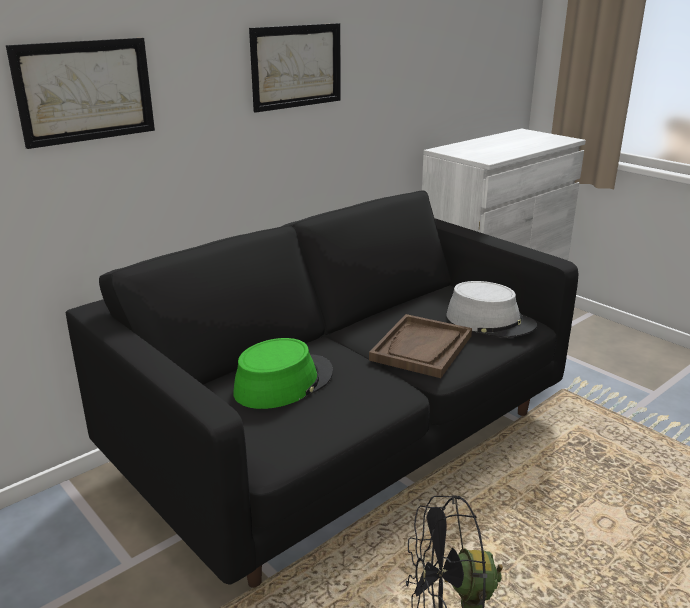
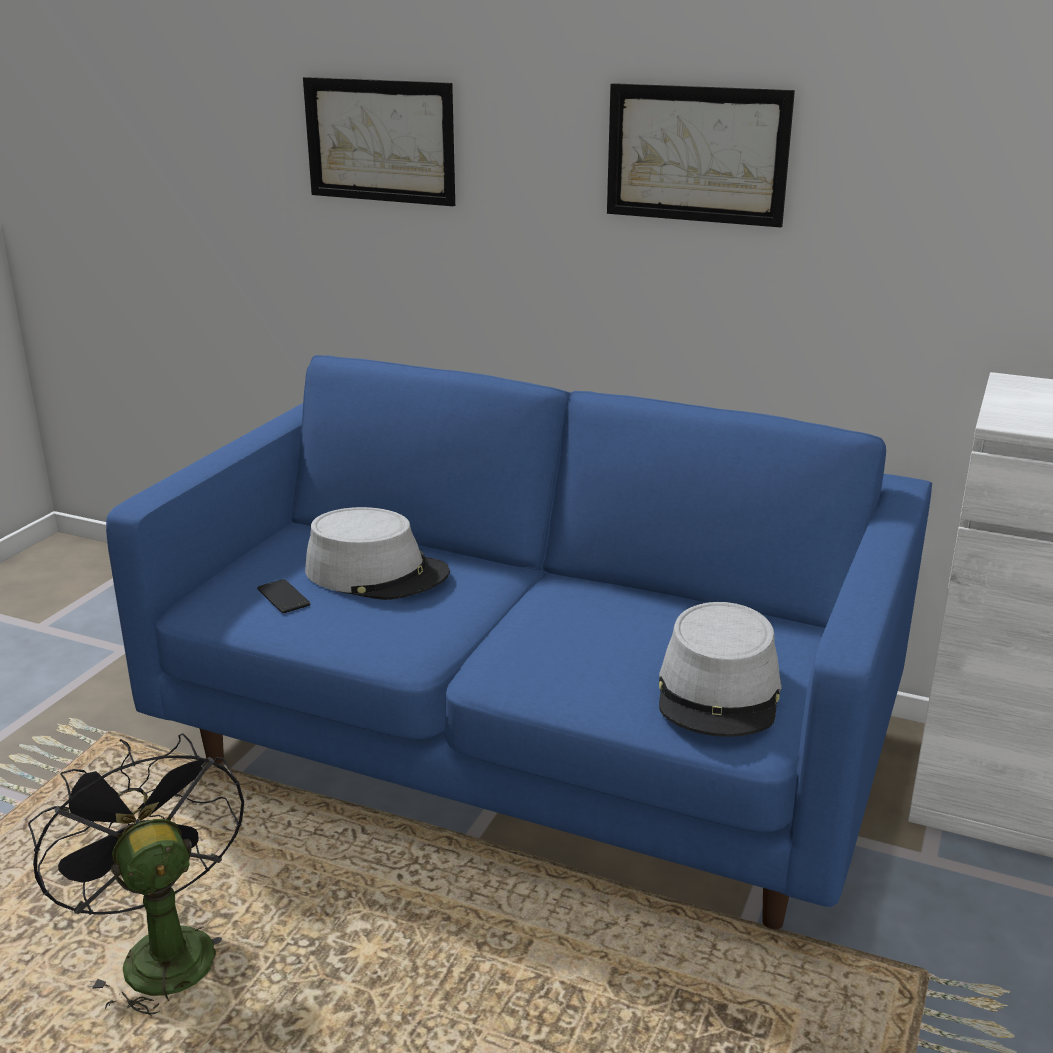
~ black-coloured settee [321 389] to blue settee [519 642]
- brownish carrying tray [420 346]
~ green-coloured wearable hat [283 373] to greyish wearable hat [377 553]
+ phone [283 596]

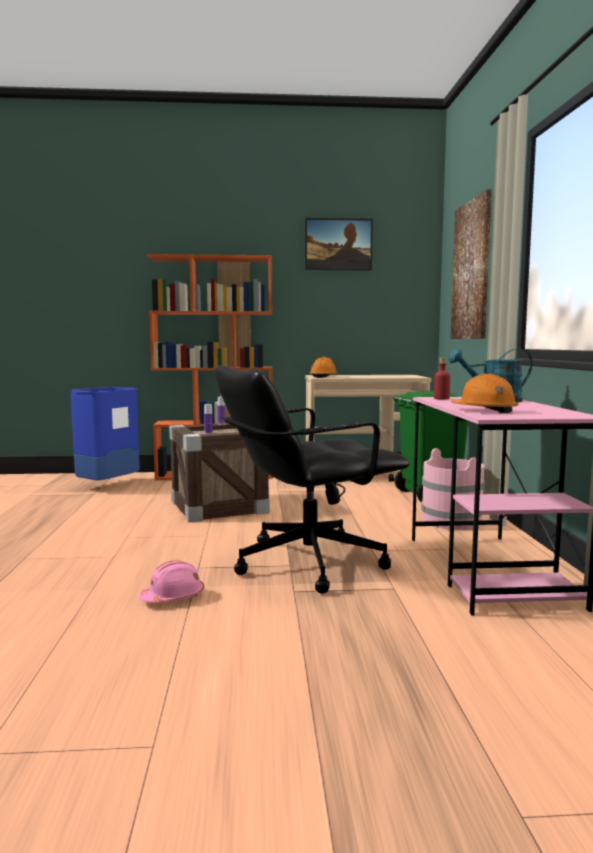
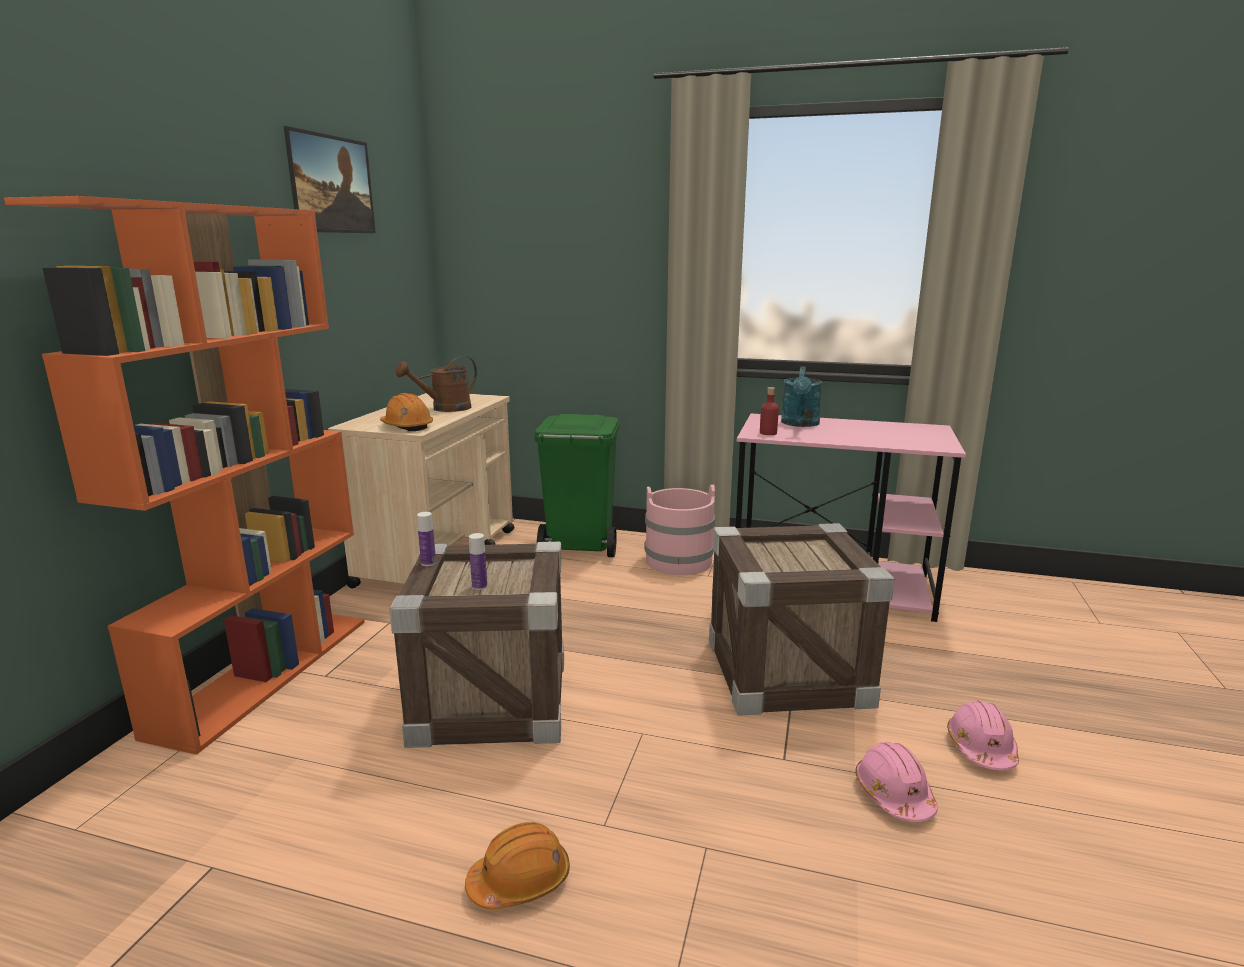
- picture [471 264]
~ black-coloured office chair [312 479] to packing crate [802 619]
~ orange hard hat [485 393] to [517 865]
- blue trash can [104 433]
+ brownish sprinkling can [436 384]
+ pink hard hat [983 735]

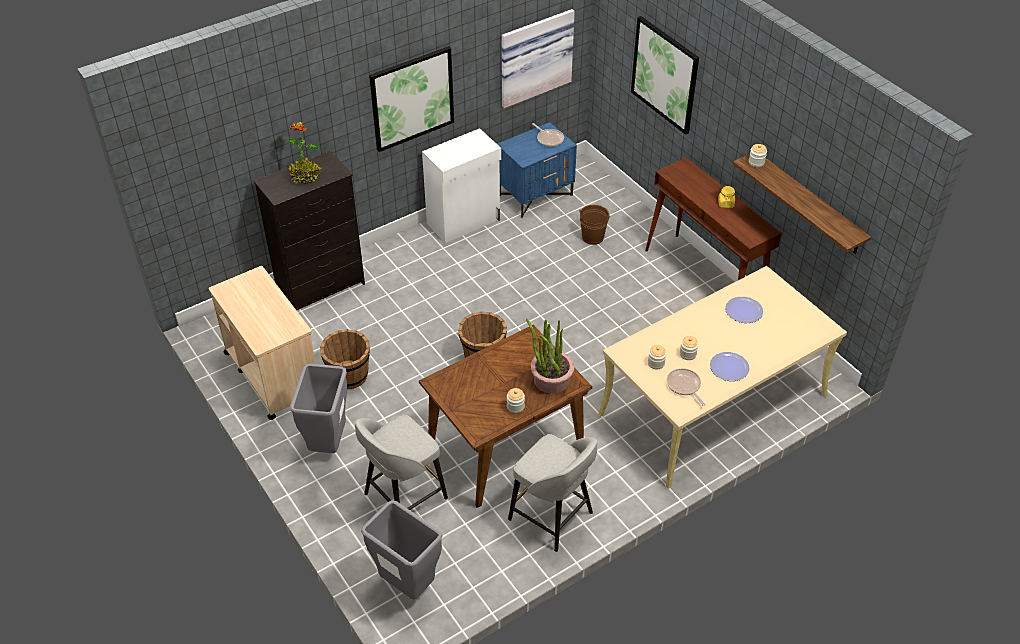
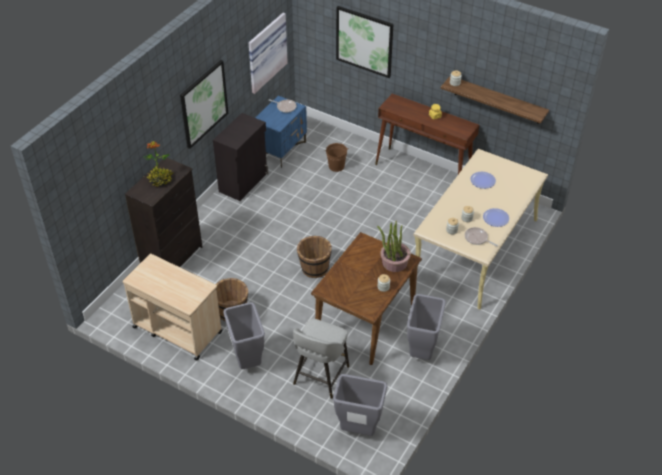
~ white cabinet [461 185] to black-coloured cabinet [241 157]
~ greyish stool seat [552 493] to greyish trash can [426 327]

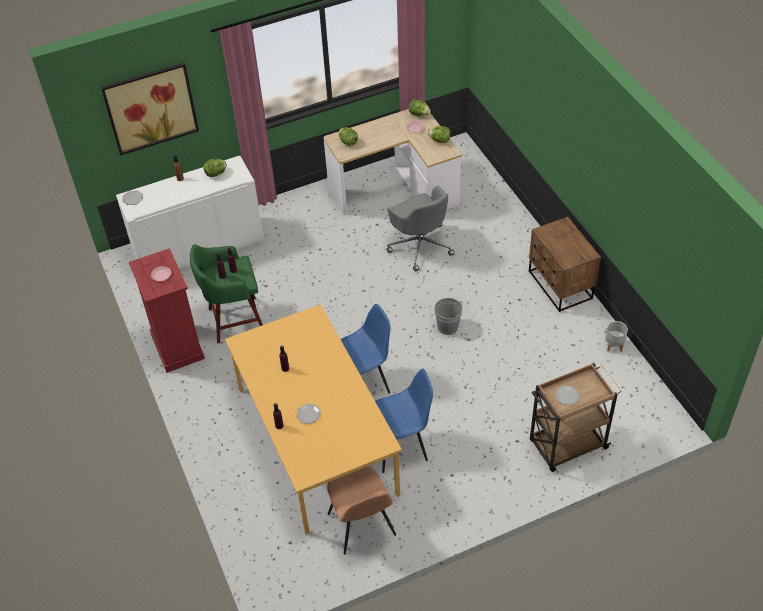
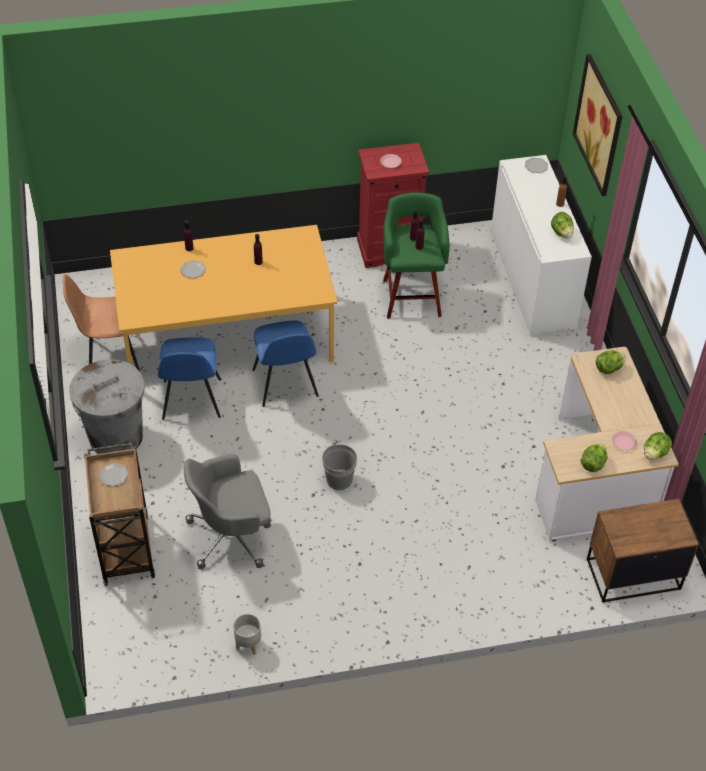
~ greyish office chair [420 229] to [227 511]
~ brownish bedside table [565 264] to [643 551]
+ greyish trash can [107 406]

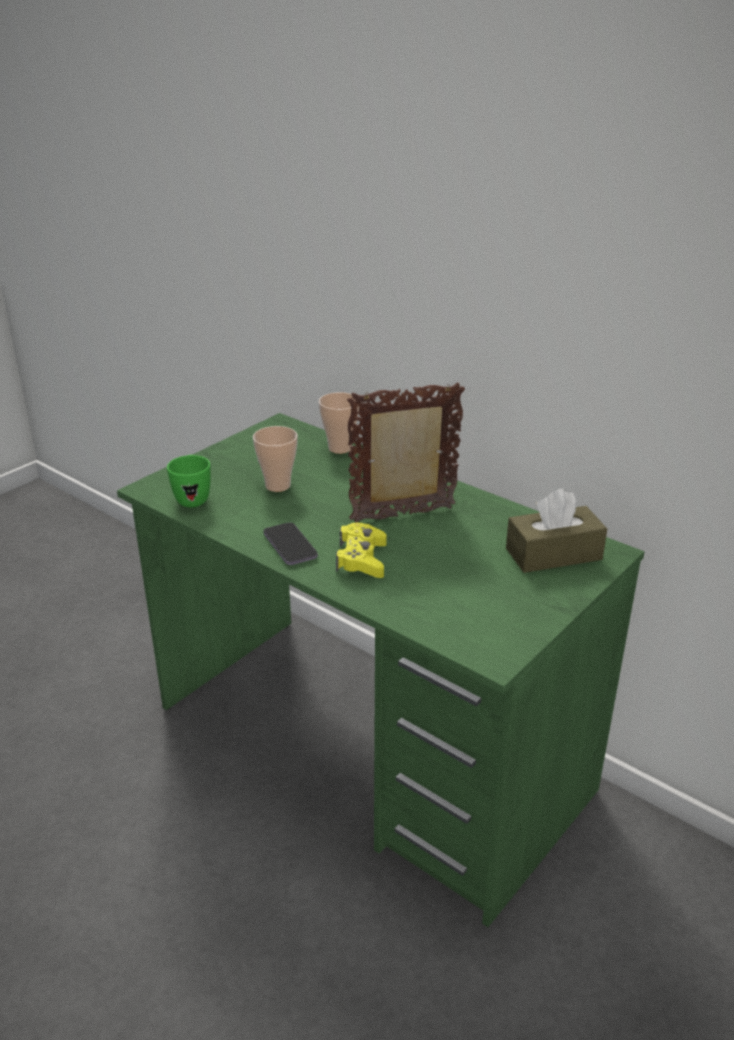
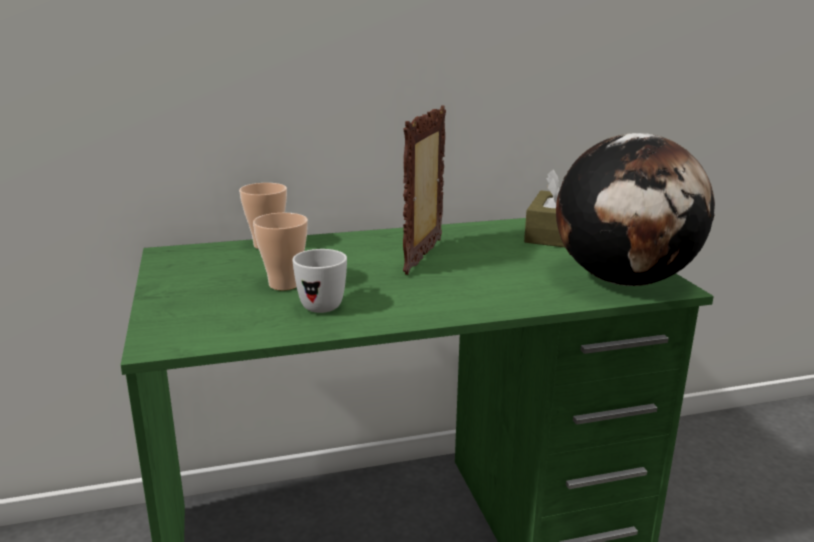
- green-coloured tea mug [189 481]
- phone [291 543]
- yellow gamepad [361 550]
+ desk globe [635 209]
+ white tea mug [319 281]

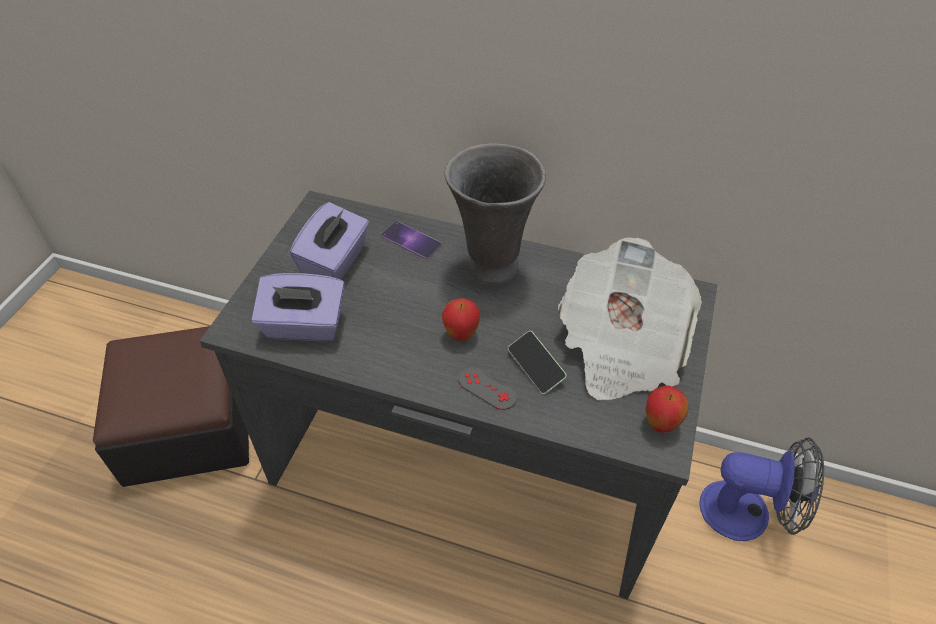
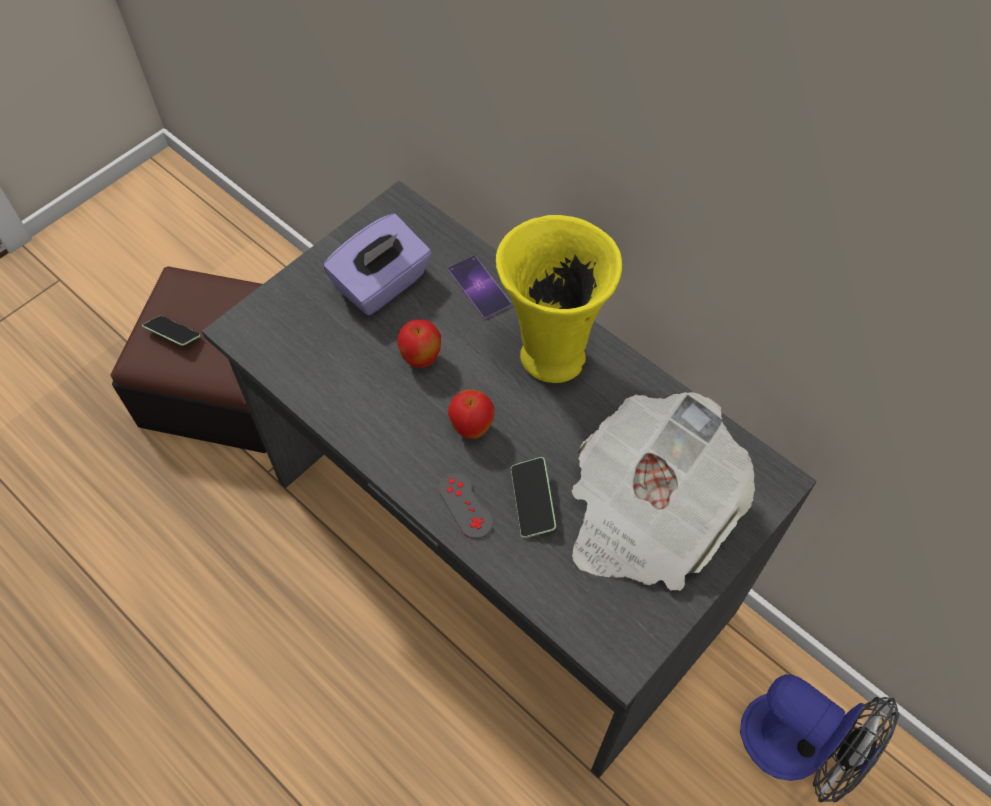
~ greyish flower vase [495 214] to yellow flower vase [559 299]
- purple-coloured tissue box [298 307]
~ apple fruit [667 409] to [419 343]
+ phone [171 331]

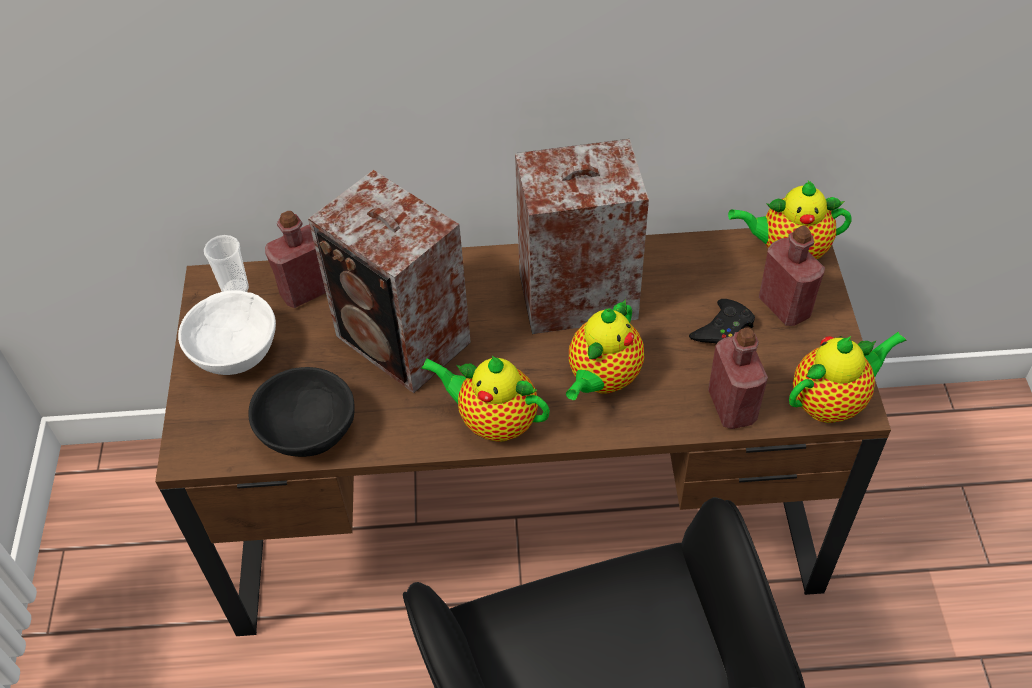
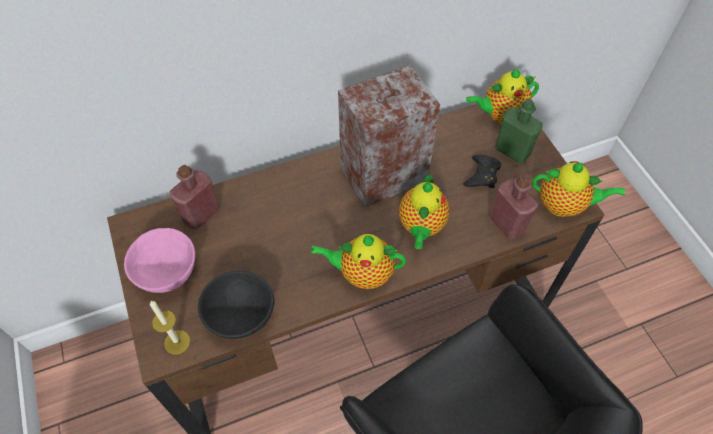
- audio speaker [389 281]
~ red beverage bottle [792 275] to green-coloured beverage bottle [519 131]
- drinking cup [226 263]
~ white bowl [227 332] to pink bowl [159 260]
~ teapot [847 377] = [578 189] 60 degrees clockwise
+ wax light [170 328]

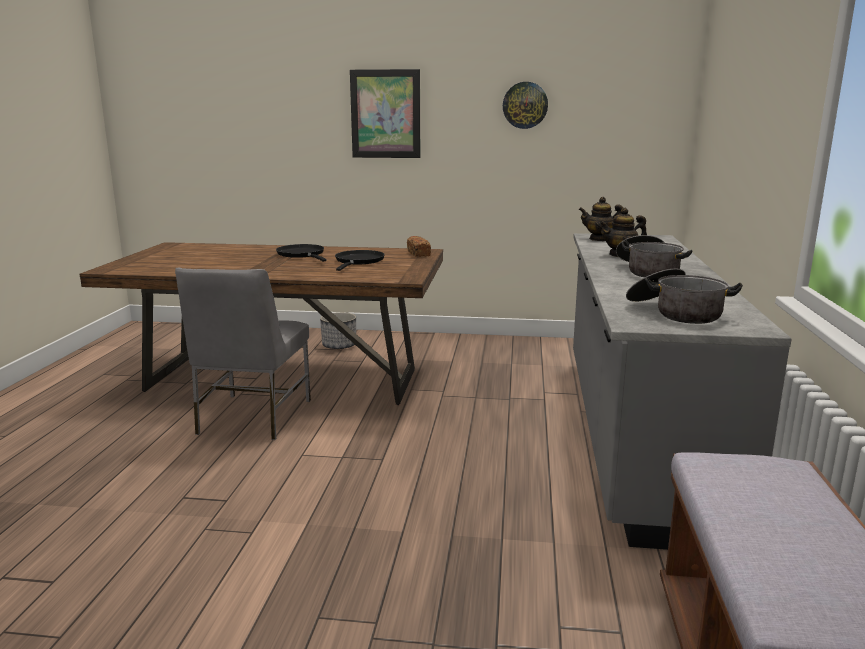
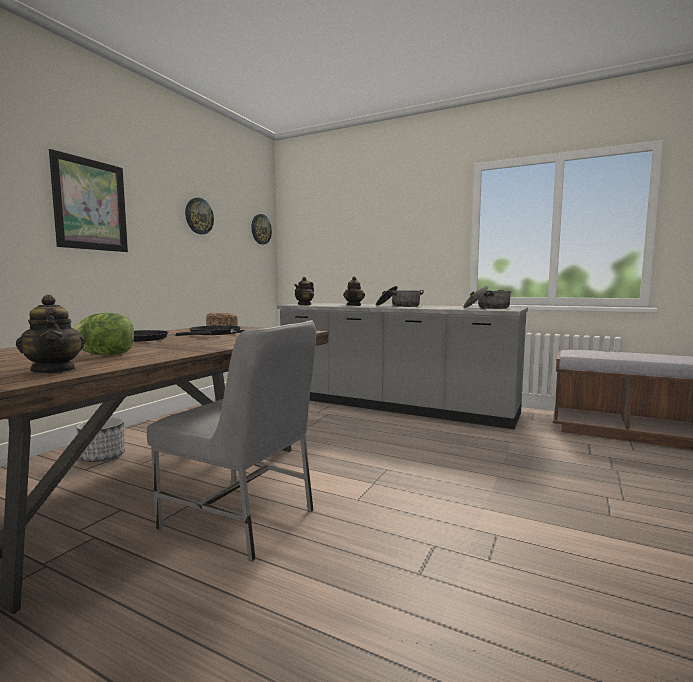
+ hanging clock [261 229]
+ teapot [50 334]
+ lettuce head [103 334]

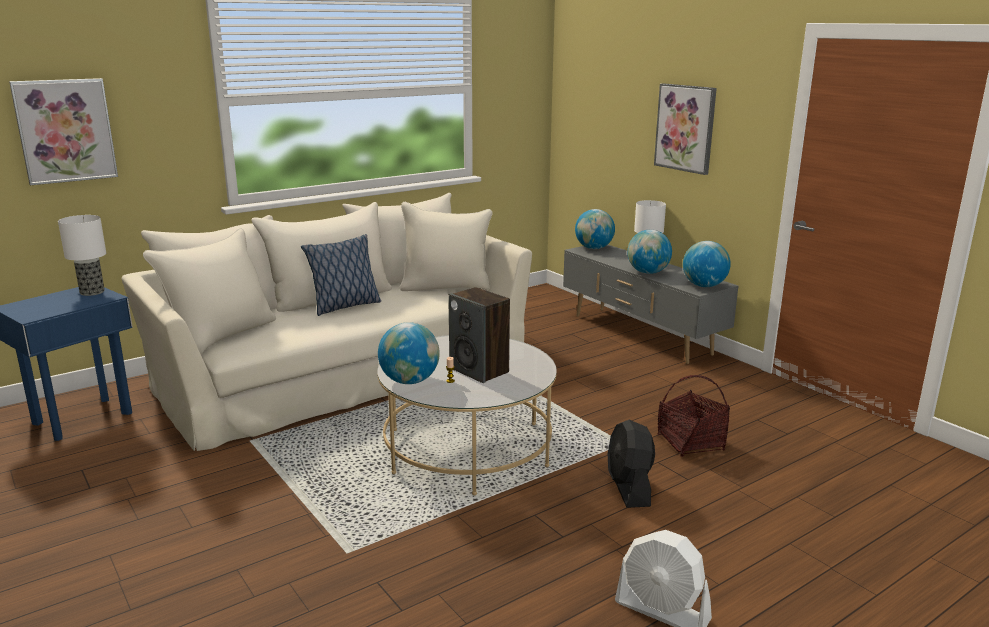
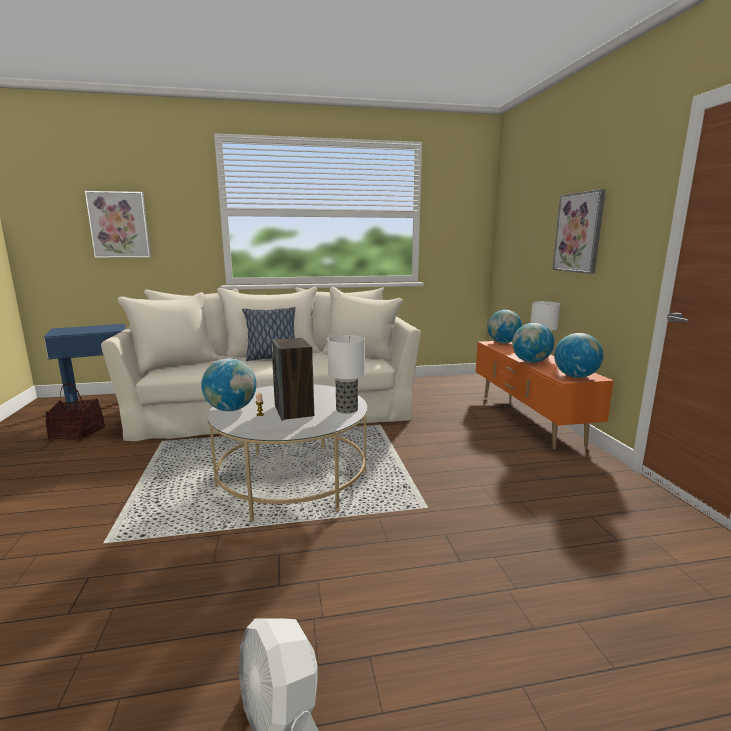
~ lamp for a table [82 255] to [346 374]
~ greyish media console [650 304] to orange media console [545 395]
~ household basket [694 416] to [75 412]
- black-coloured electric fan [631 464]

